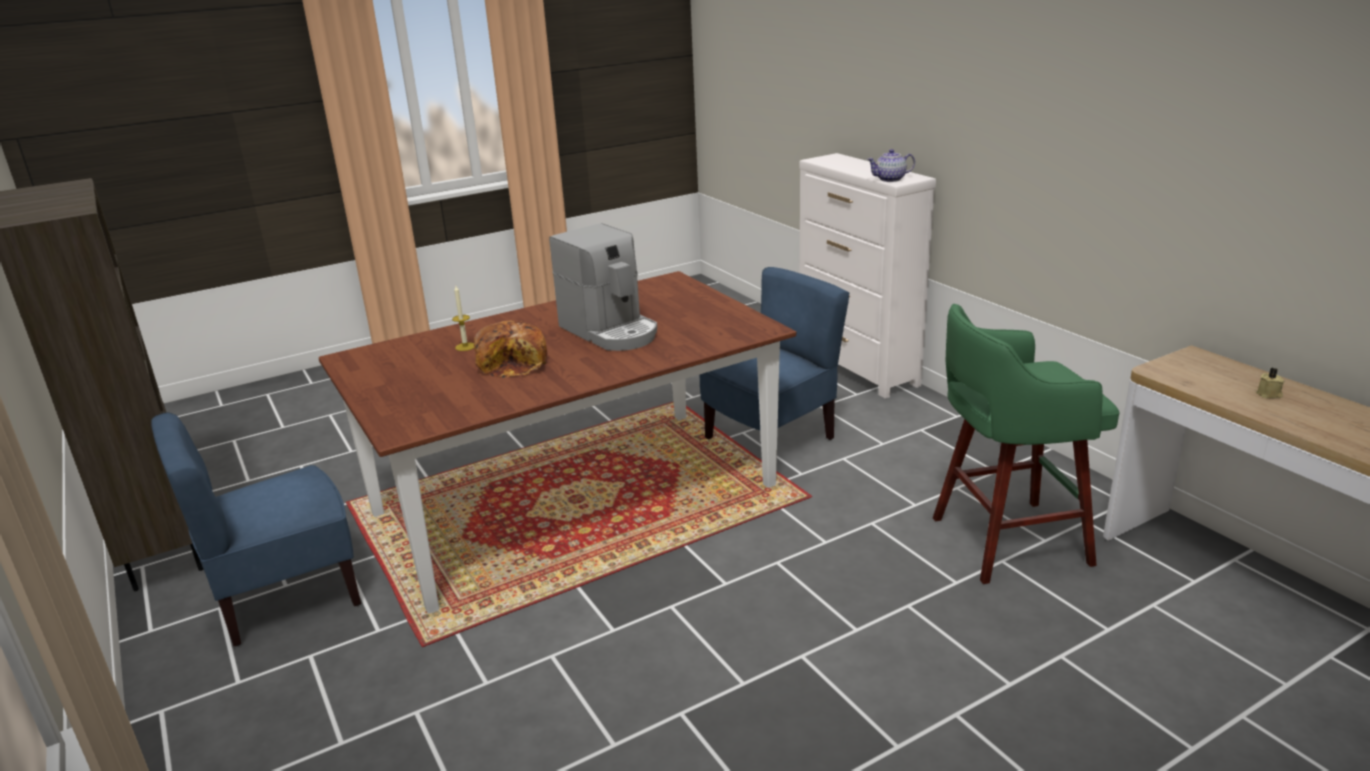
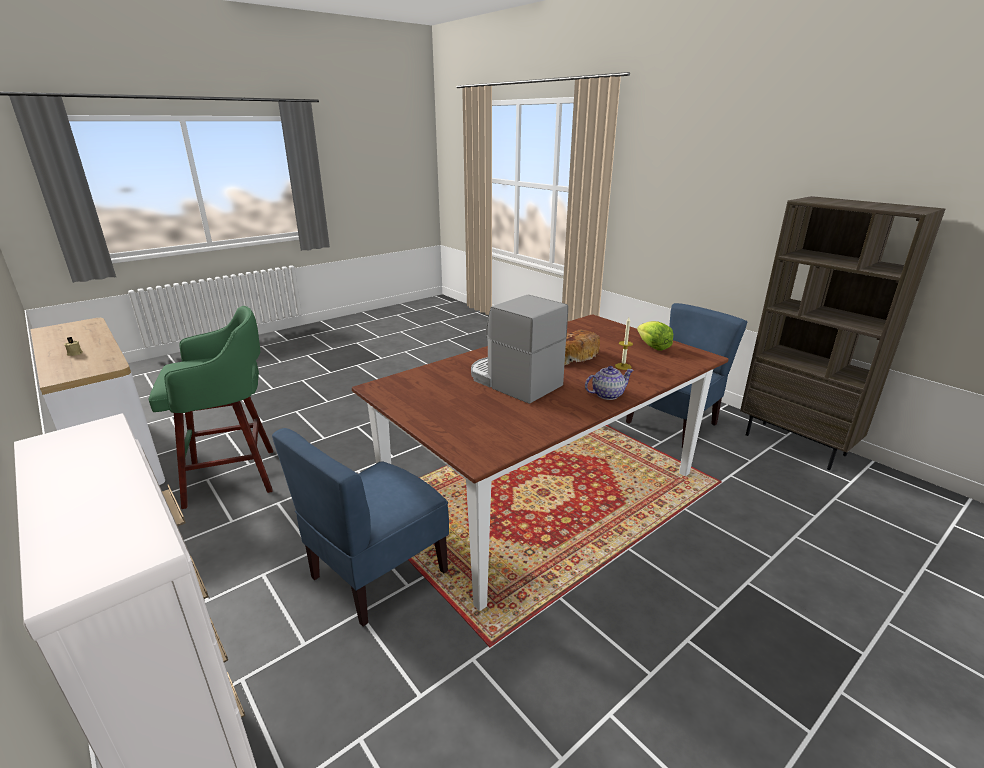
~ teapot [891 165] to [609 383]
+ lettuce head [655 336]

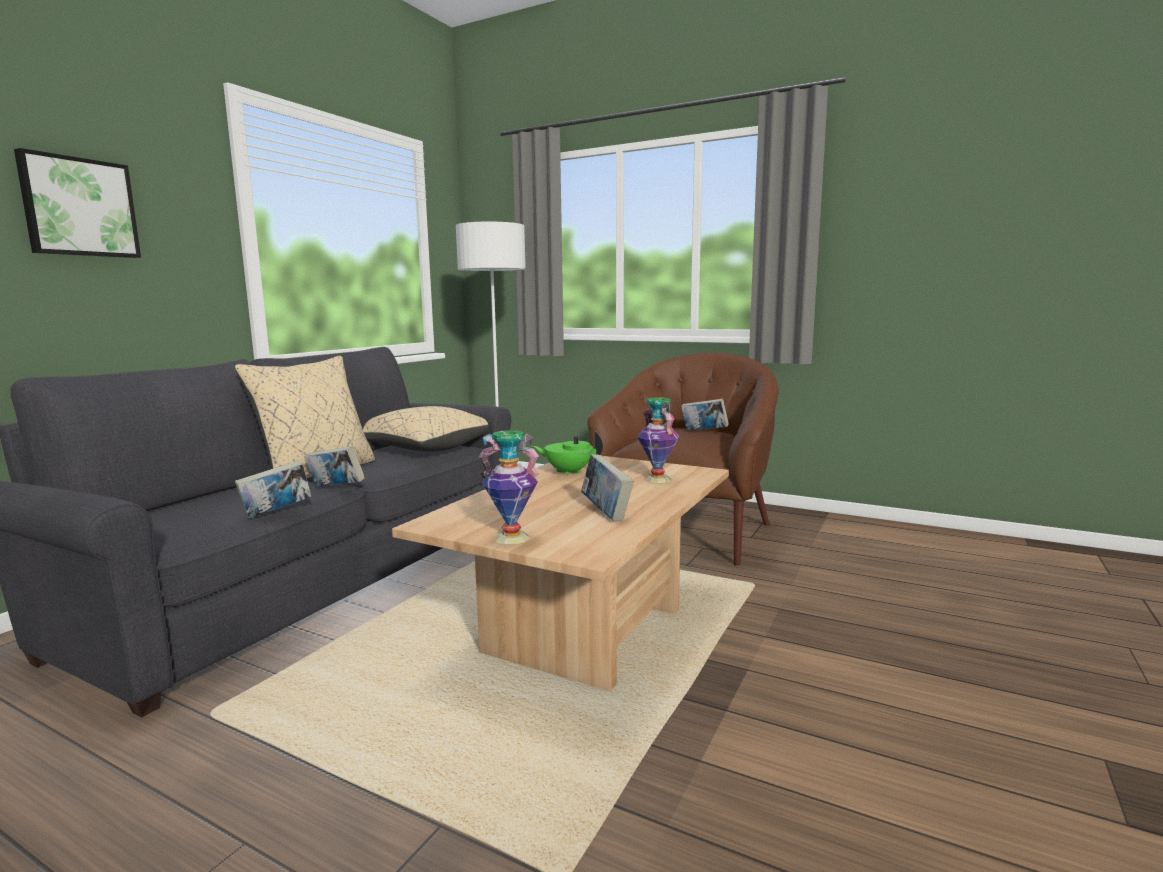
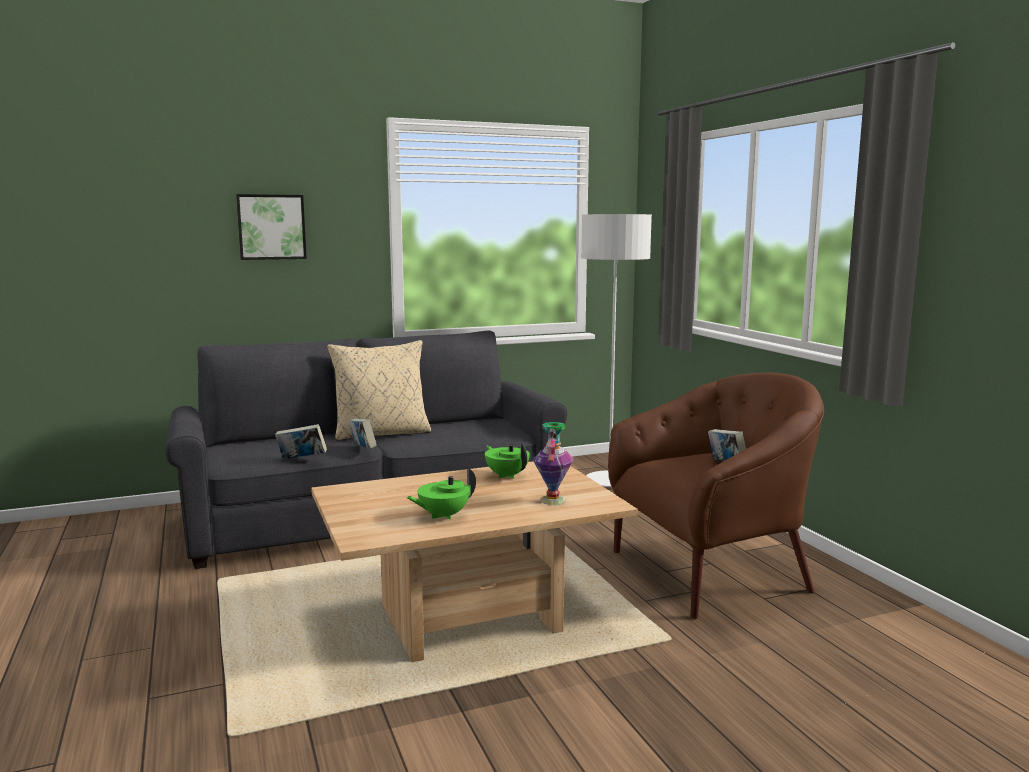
- sand-coloured cushion [426 428]
- flower vase [509 487]
~ volume [607 487] to green-coloured teapot [441 493]

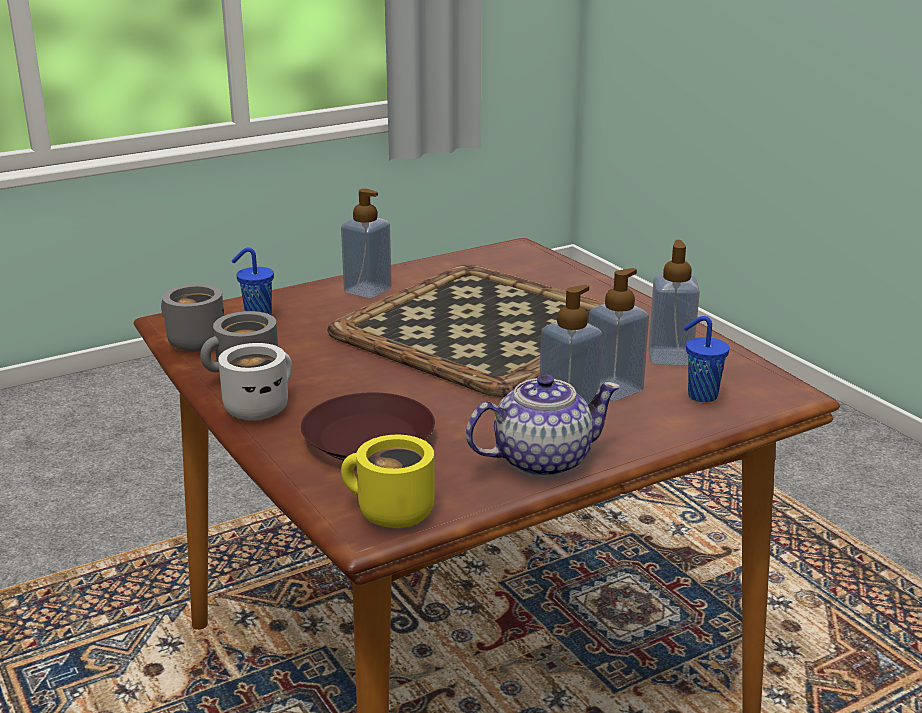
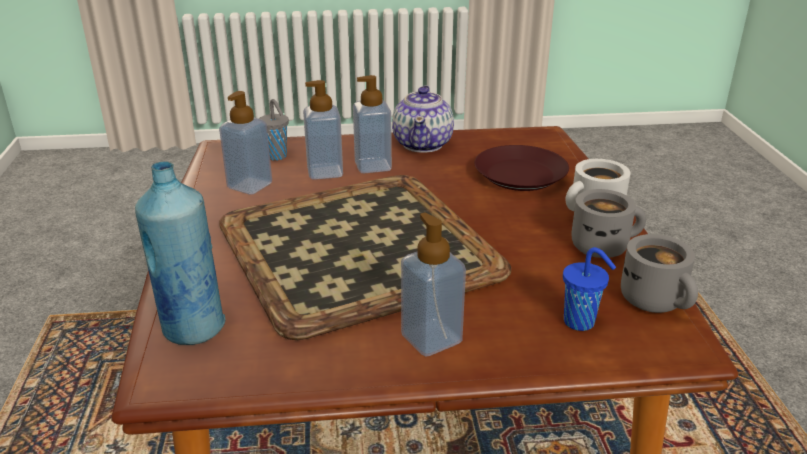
~ blue drinking cup [707 359] to greyish drinking cup [274 130]
~ teapot [543 426] = [423 119] 90 degrees counterclockwise
- yellow tea mug [388 481]
+ blue beverage bottle [180 253]

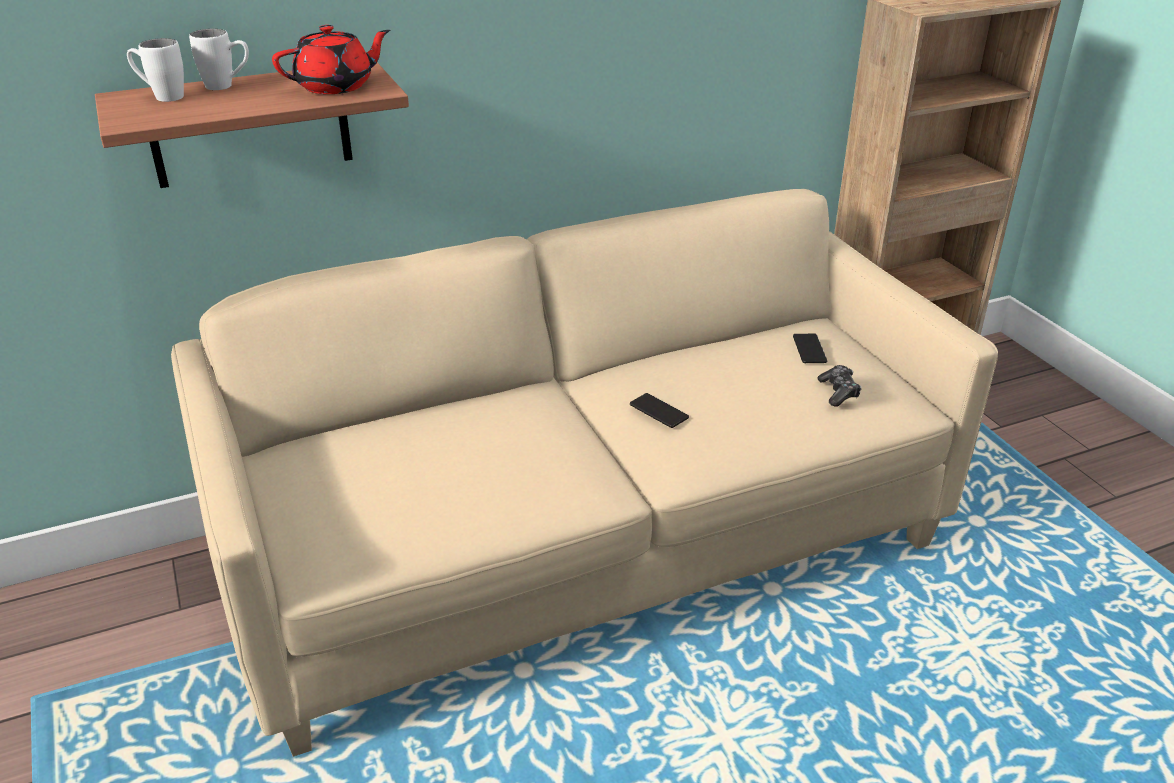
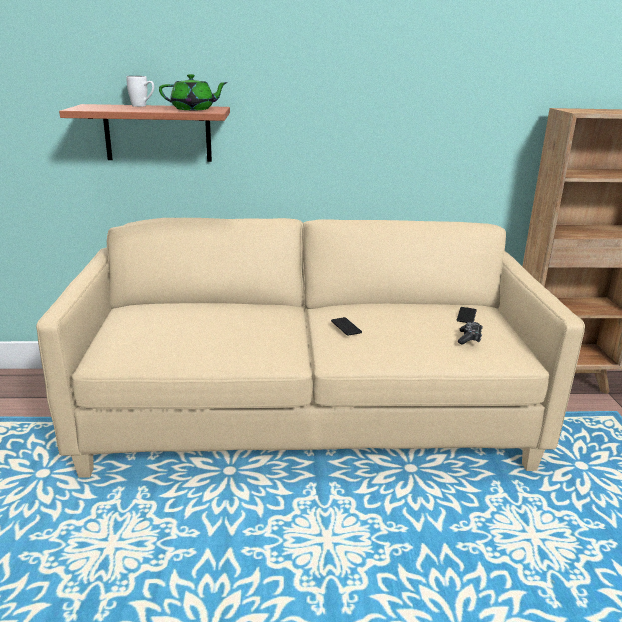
~ red teapot [331 59] to green-coloured teapot [193 92]
- white tea mug [155 70]

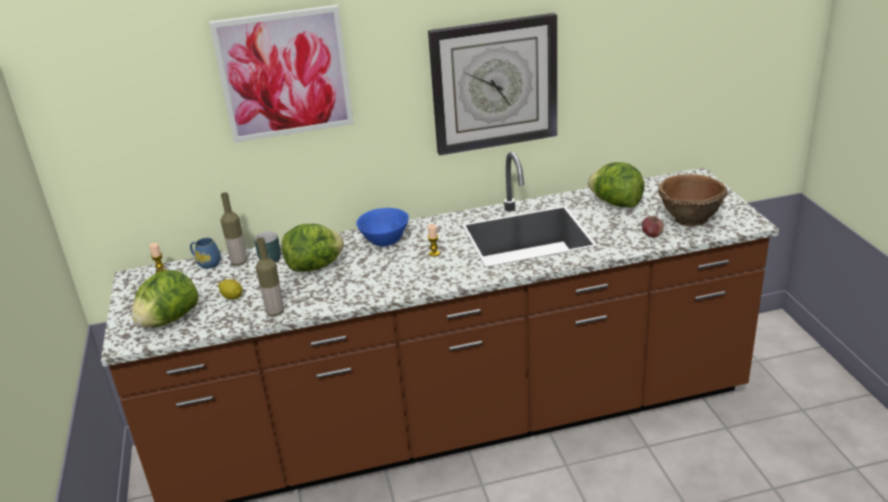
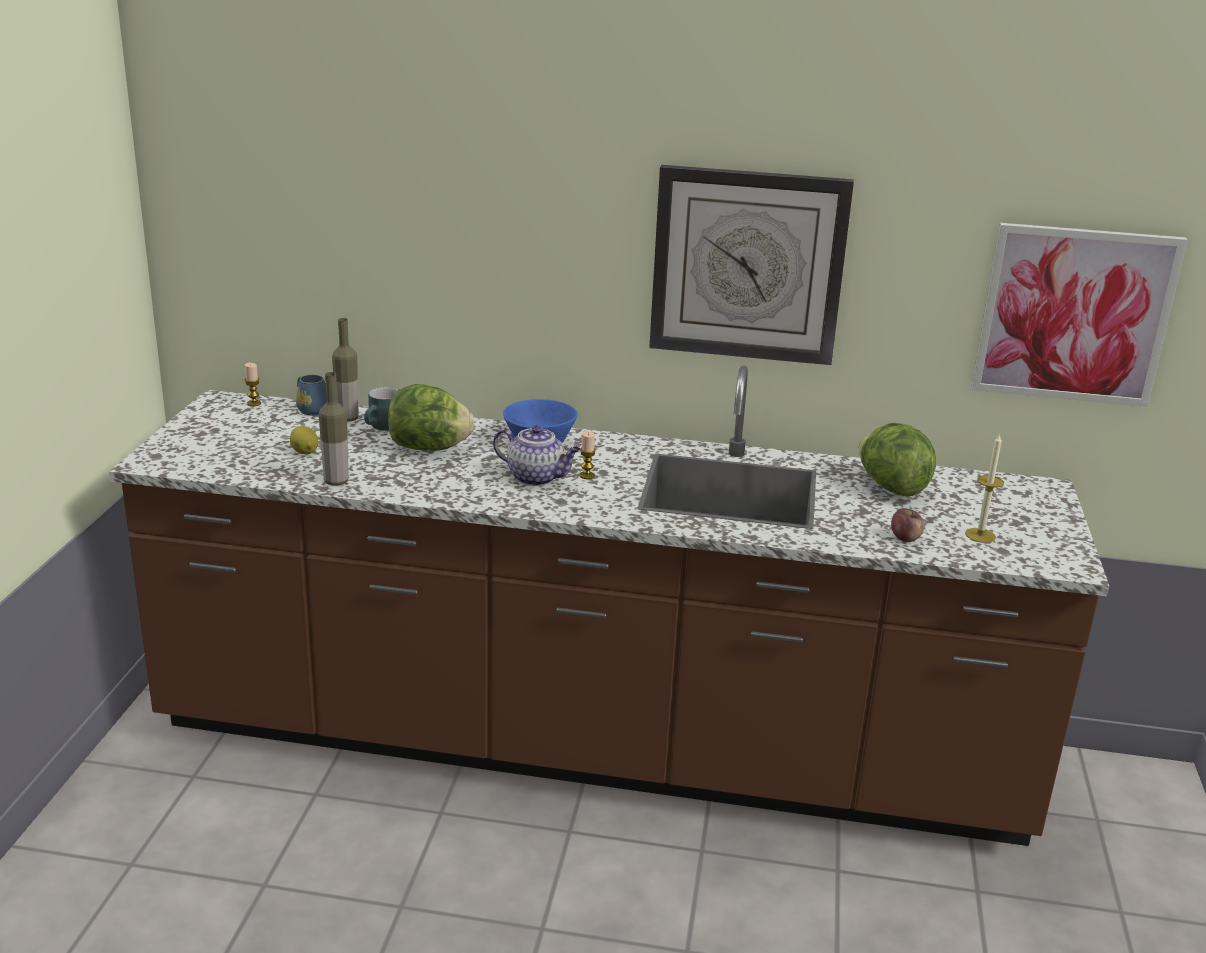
~ picture [281 74] to [1079 315]
~ brownish bowl [692 200] to wax light [984 488]
- lettuce head [164 298]
+ teapot [537 456]

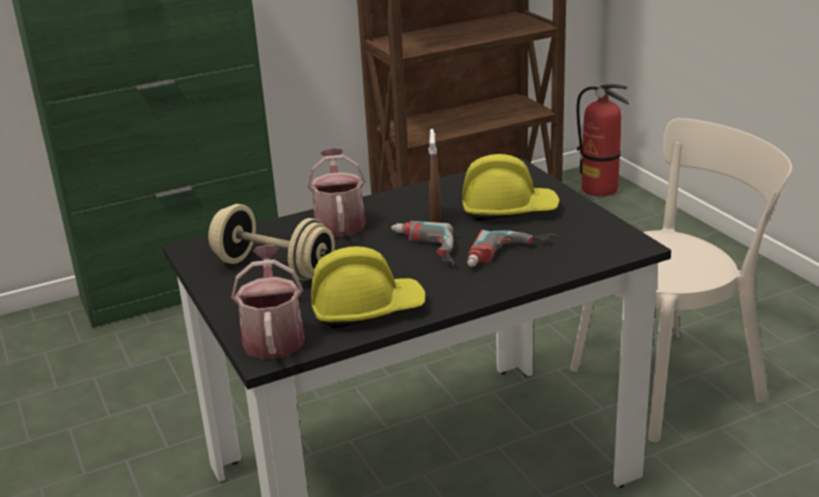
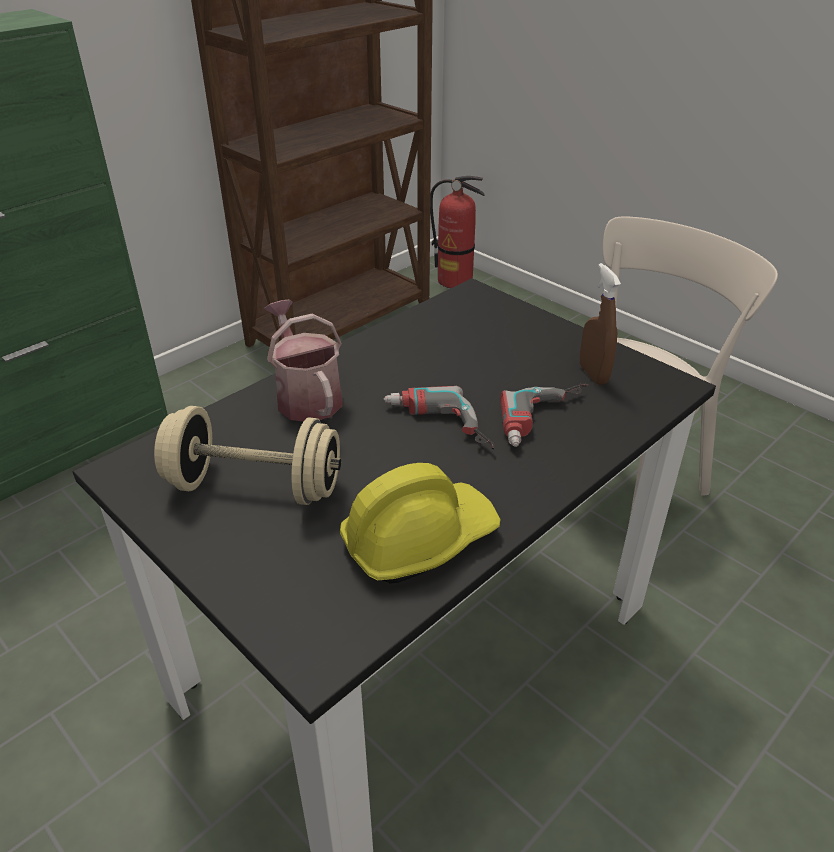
~ brownish hand sprayer [435 176] to [600 324]
- yellow hard hat [510 187]
- sprinkling can [268 302]

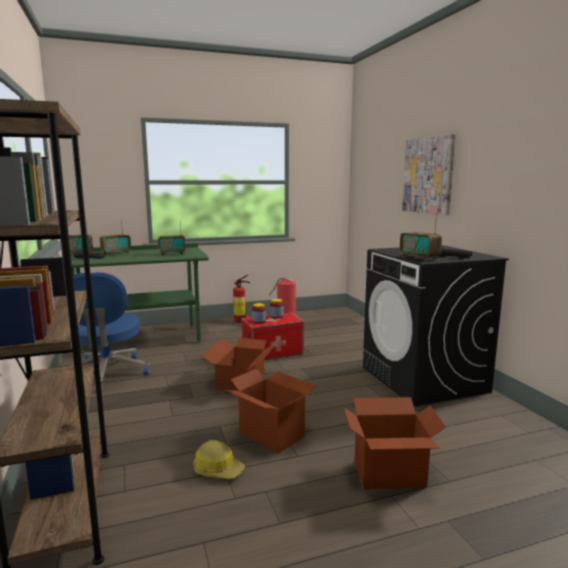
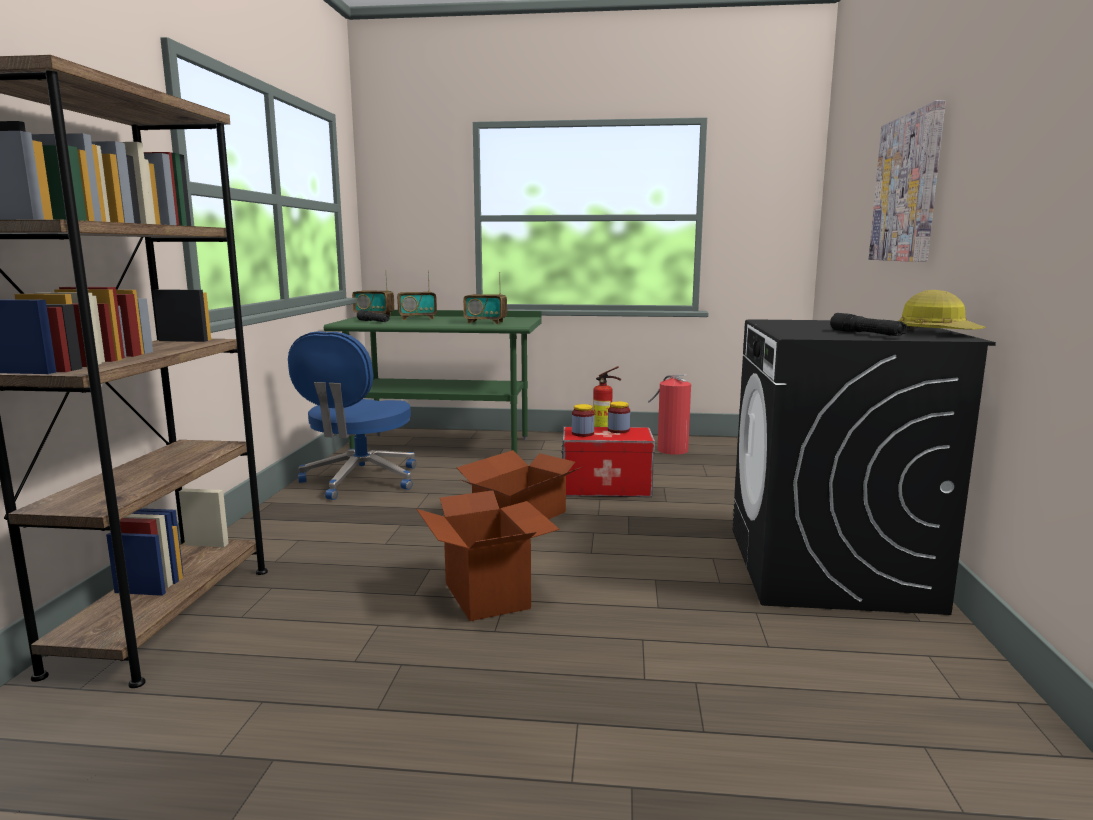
- radio receiver [421 237]
- carton [394 443]
~ hard hat [219 459] to [942 310]

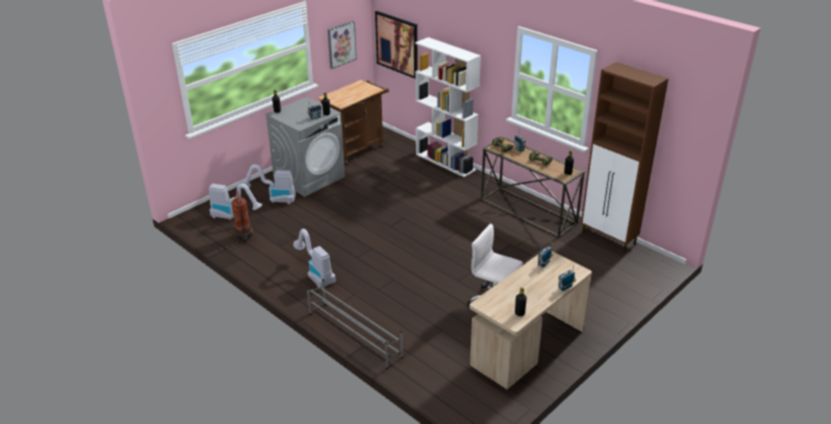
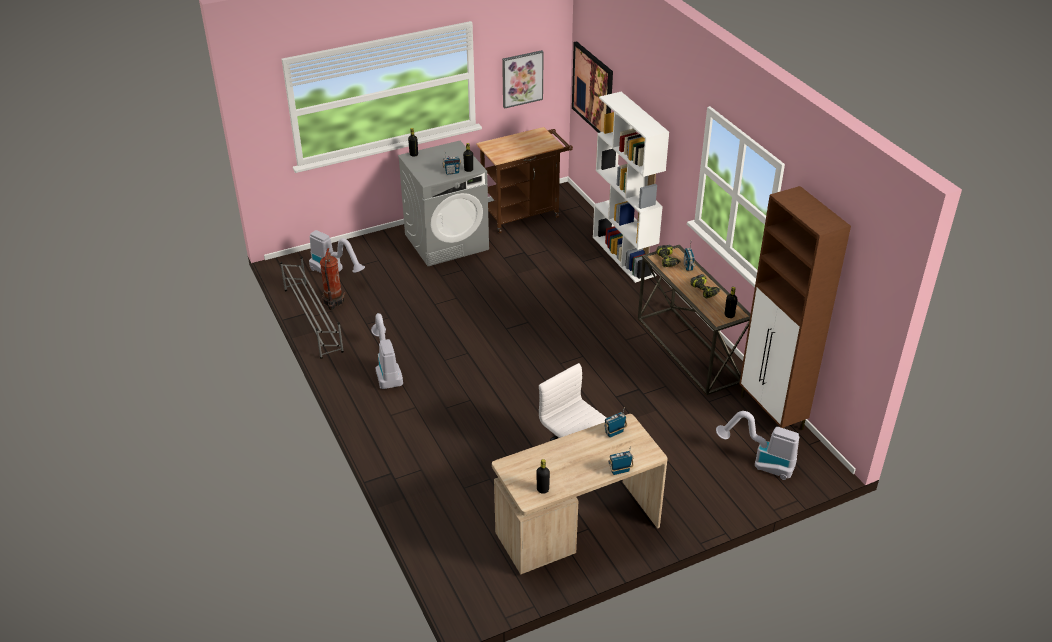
~ hoover [268 184] to [757 445]
~ greyish shoe shelf [355 324] to [312 308]

